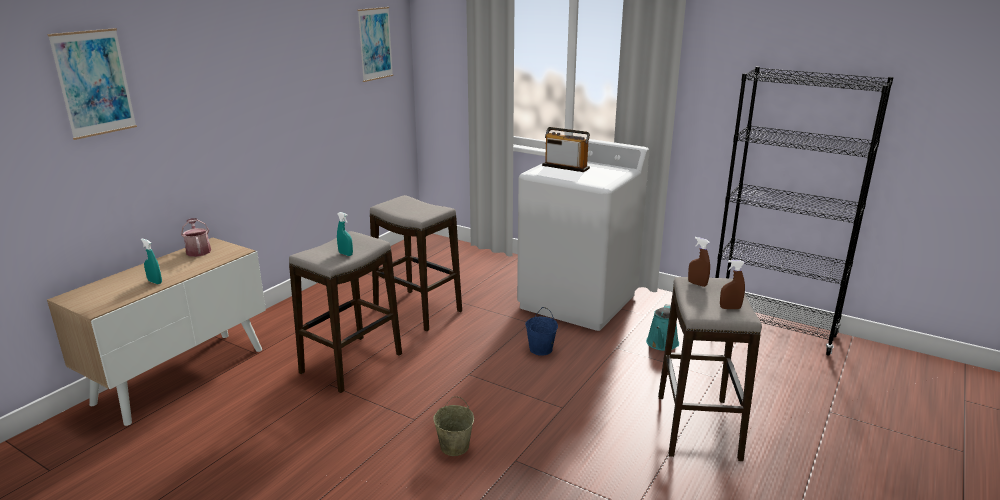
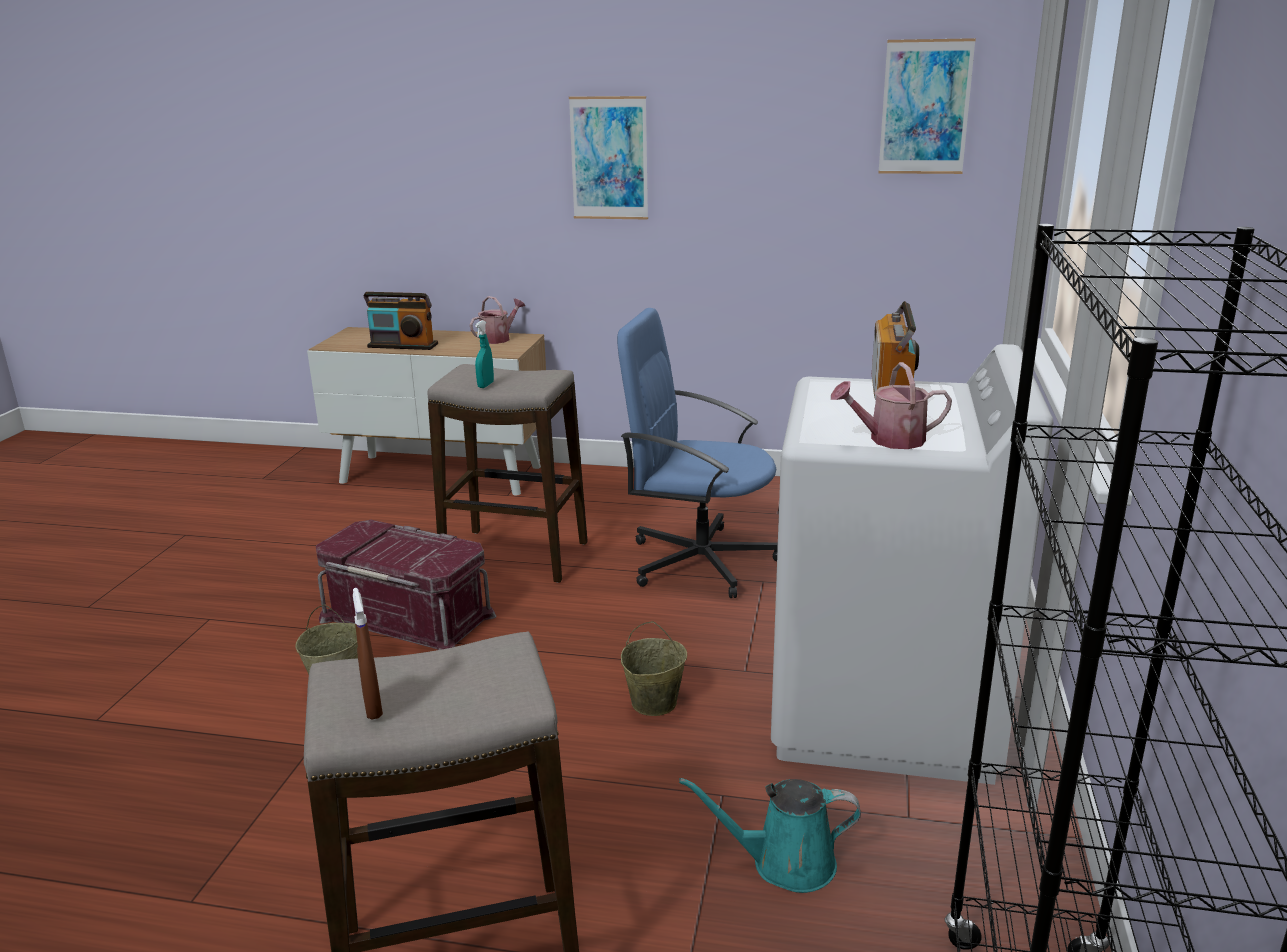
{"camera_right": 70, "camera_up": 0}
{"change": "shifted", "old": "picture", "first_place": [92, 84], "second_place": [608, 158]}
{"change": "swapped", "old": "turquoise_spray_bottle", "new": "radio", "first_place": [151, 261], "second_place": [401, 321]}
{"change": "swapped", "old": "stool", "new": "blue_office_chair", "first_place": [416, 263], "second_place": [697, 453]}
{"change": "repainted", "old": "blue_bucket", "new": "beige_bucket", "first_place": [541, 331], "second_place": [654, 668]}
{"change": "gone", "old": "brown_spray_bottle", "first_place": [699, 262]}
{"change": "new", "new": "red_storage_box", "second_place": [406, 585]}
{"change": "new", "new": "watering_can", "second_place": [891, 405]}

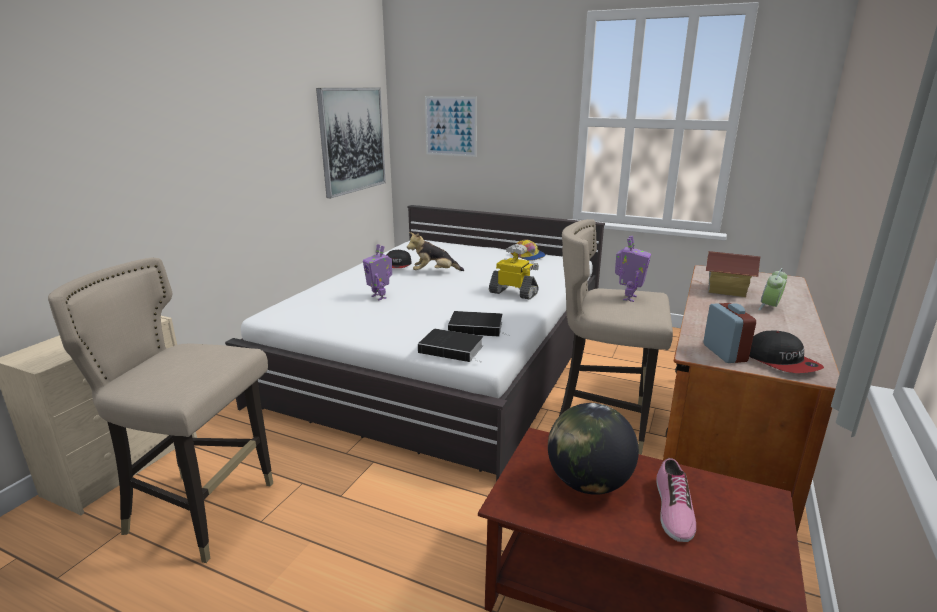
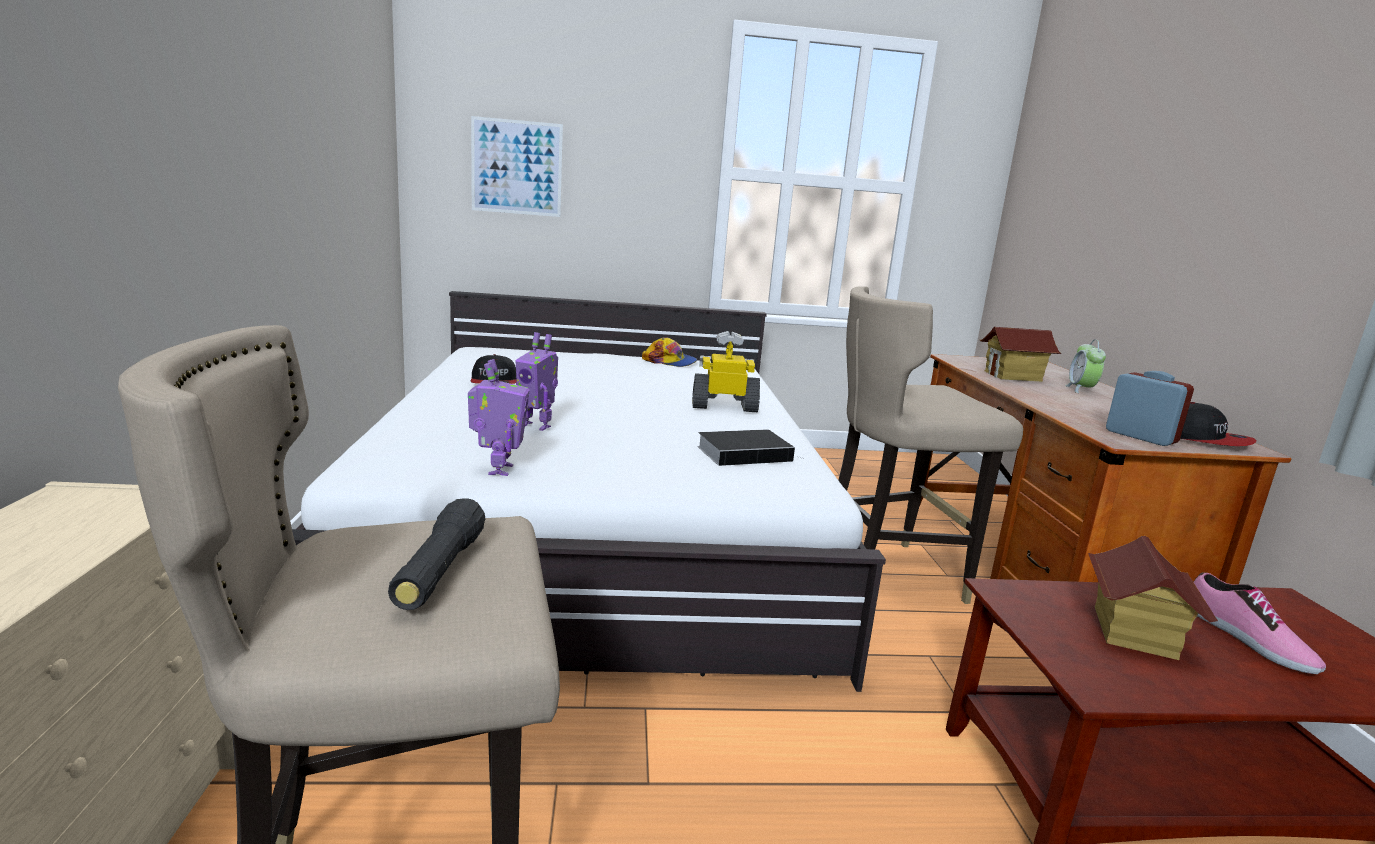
{"camera_right": -30, "camera_up": -5}
{"change": "gone", "old": "picture", "first_place": [351, 143]}
{"change": "gone", "old": "plush_toy", "first_place": [435, 251]}
{"change": "gone", "old": "book", "first_place": [450, 346]}
{"change": "swapped", "old": "globe", "new": "toy_house", "first_place": [593, 449], "second_place": [1153, 598]}
{"change": "shifted", "old": "toy_robot", "first_place": [633, 269], "second_place": [499, 417]}
{"change": "new", "new": "black_flashlight", "second_place": [437, 554]}

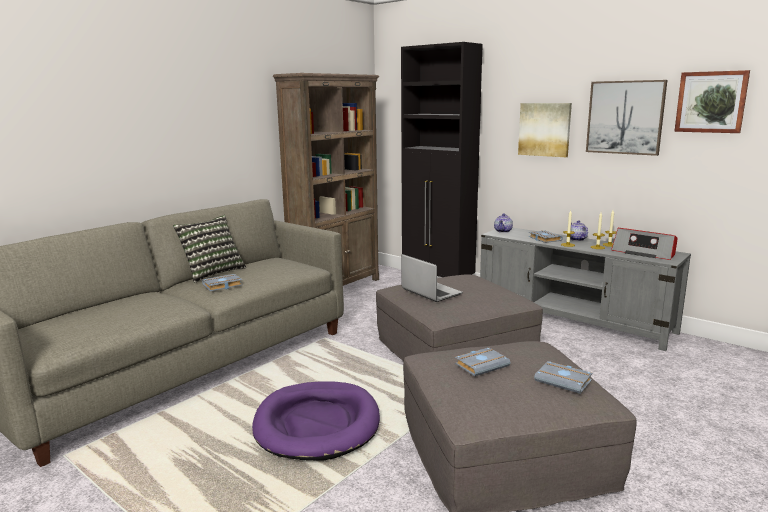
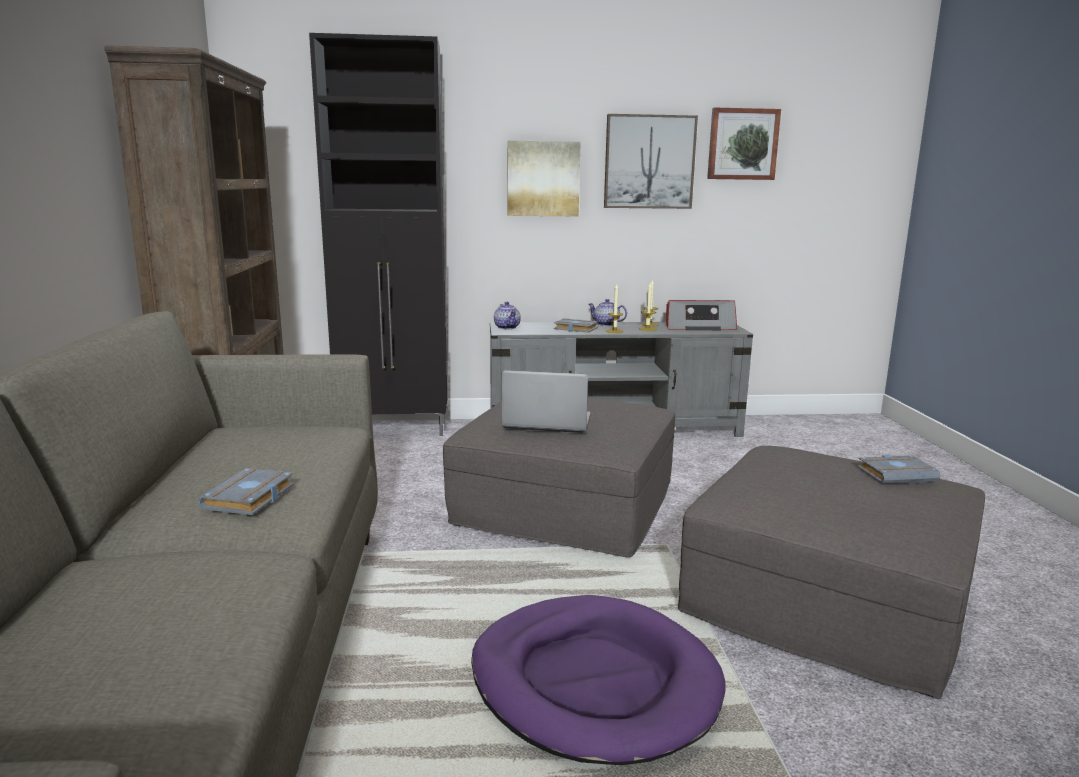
{"camera_right": -45, "camera_up": 0}
{"change": "gone", "old": "pillow", "first_place": [209, 248]}
{"change": "gone", "old": "grey_book", "first_place": [483, 362]}

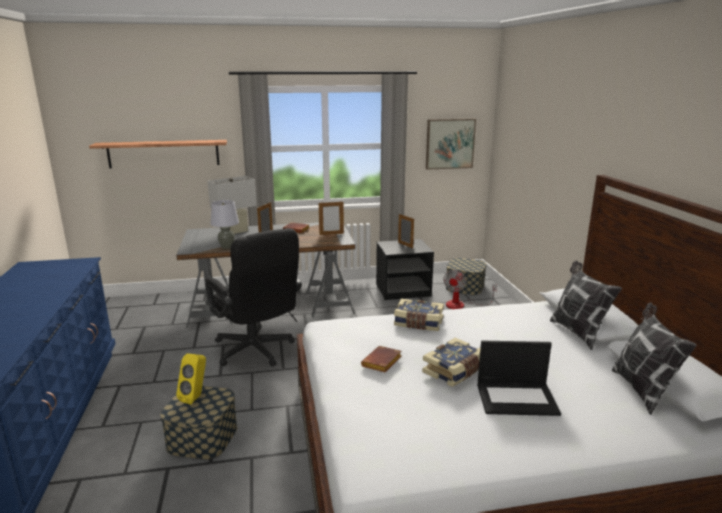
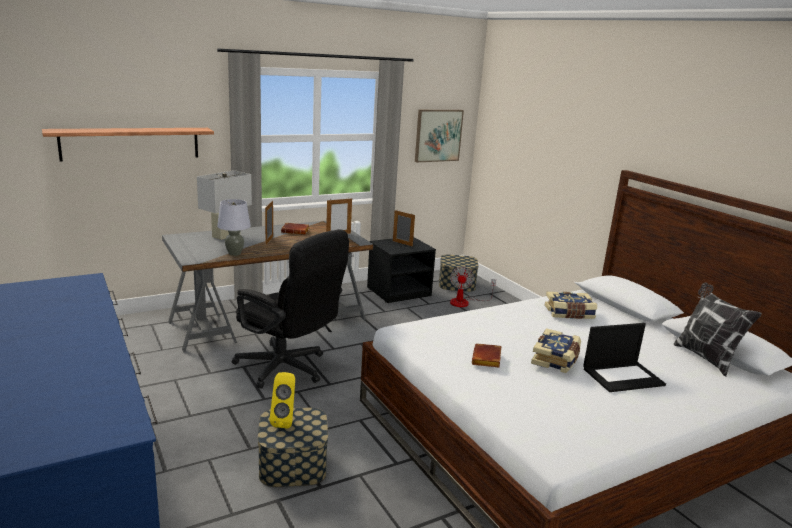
{"camera_right": -20, "camera_up": 0}
{"change": "shifted", "old": "book", "first_place": [419, 315], "second_place": [571, 305]}
{"change": "gone", "old": "pillow", "first_place": [586, 305]}

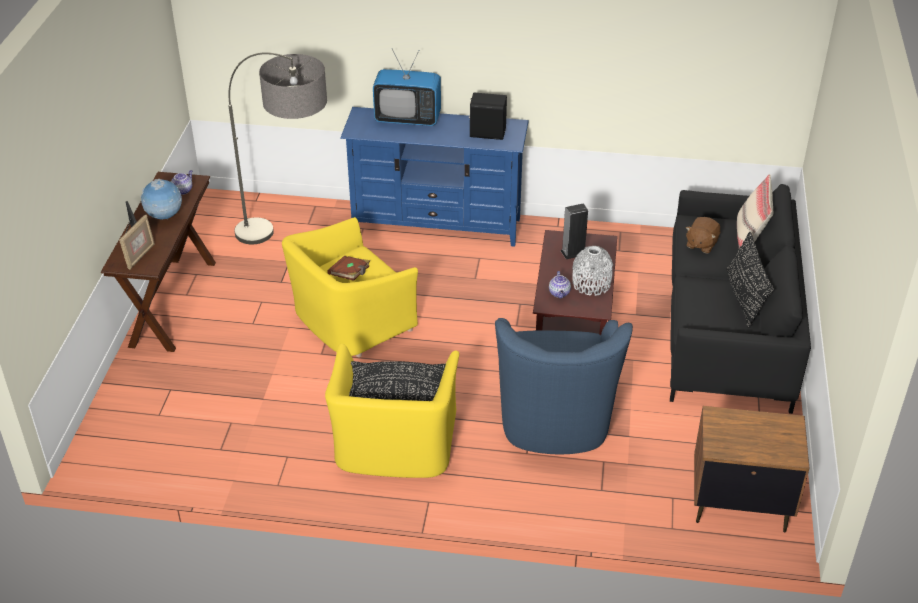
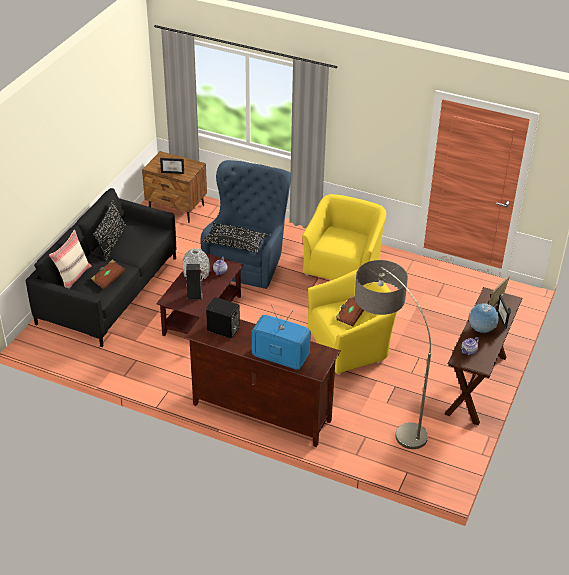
{"camera_right": -165, "camera_up": 0}
{"change": "repainted", "old": "blue_tv_stand", "new": "brown_tv_stand", "first_place": [434, 177], "second_place": [263, 378]}
{"change": "shifted", "old": "black_pillow", "first_place": [397, 381], "second_place": [234, 237]}
{"change": "swapped", "old": "brown_plush_toy", "new": "brown_book", "first_place": [703, 235], "second_place": [108, 274]}
{"change": "new", "new": "picture_frame", "second_place": [172, 166]}

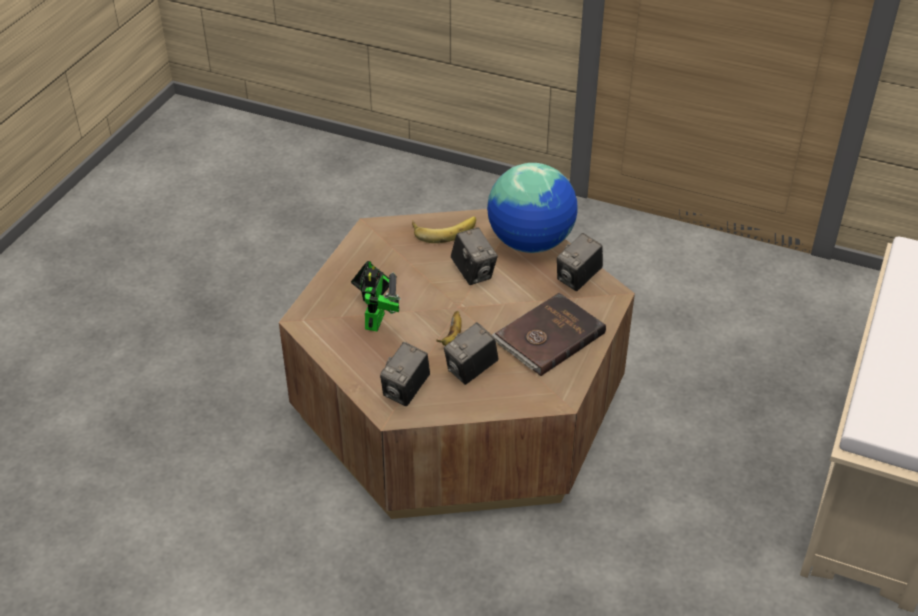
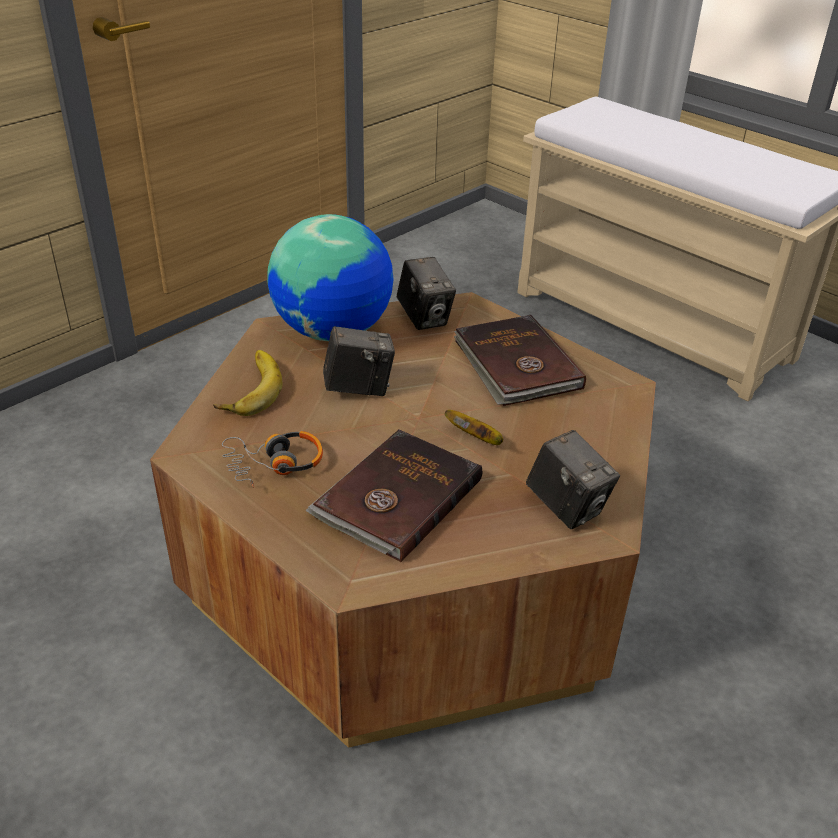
{"camera_right": -70, "camera_up": -5}
{"change": "swapped", "old": "toy_robot", "new": "brown_book", "first_place": [376, 296], "second_place": [394, 496]}
{"change": "gone", "old": "photo_camera", "first_place": [471, 353]}
{"change": "new", "new": "headphones", "second_place": [272, 459]}

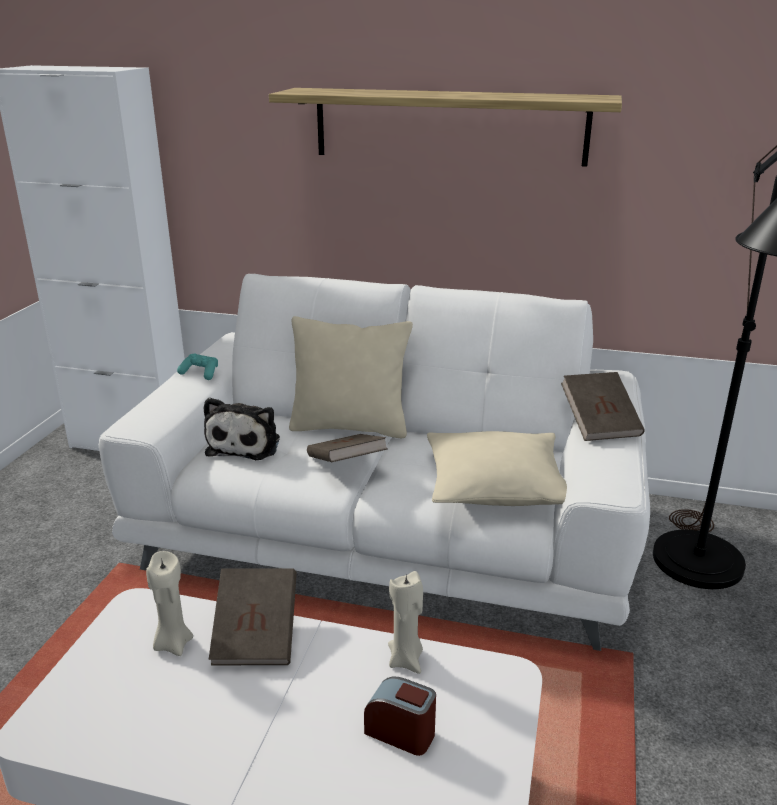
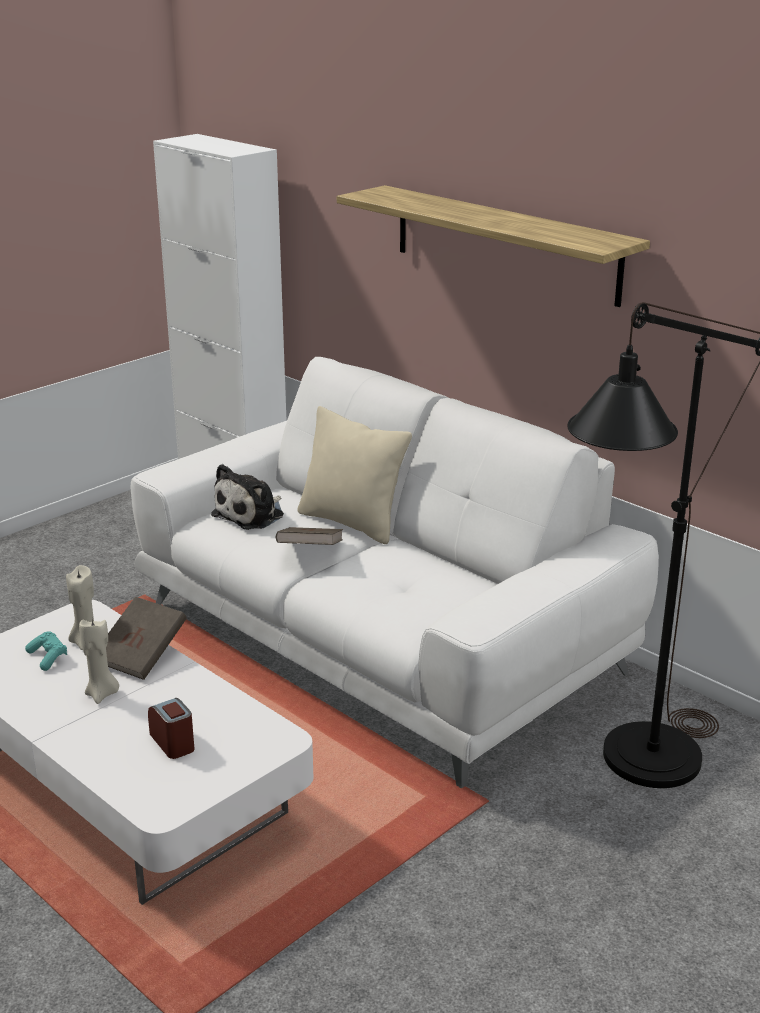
{"camera_right": 30, "camera_up": 0}
{"change": "shifted", "old": "turquoise_game_controller", "first_place": [197, 366], "second_place": [46, 651]}
{"change": "shifted", "old": "beige_candle", "first_place": [405, 622], "second_place": [99, 661]}
{"change": "gone", "old": "beige_pillow", "first_place": [497, 468]}
{"change": "gone", "old": "brown_book", "first_place": [603, 406]}

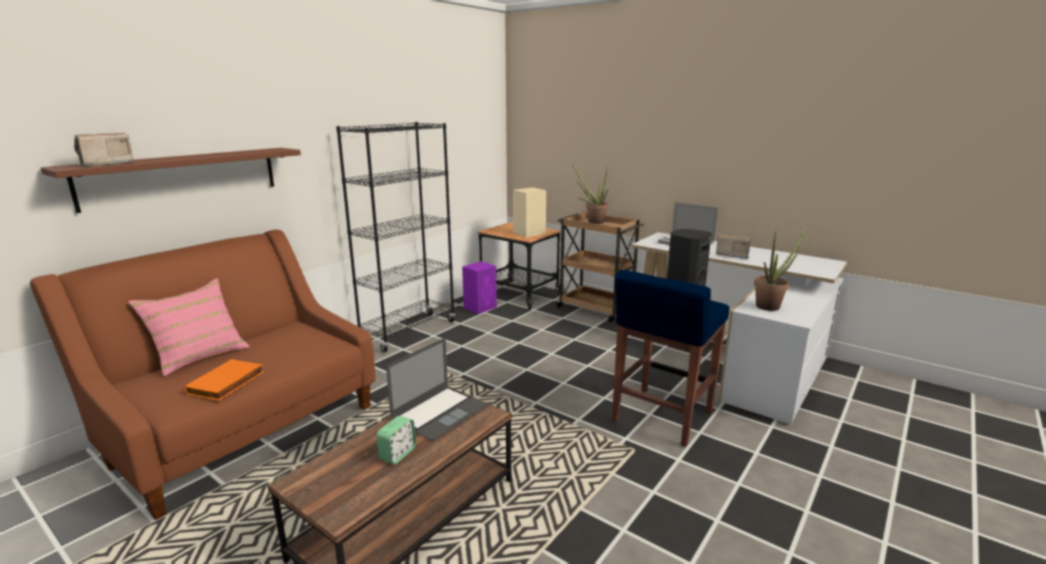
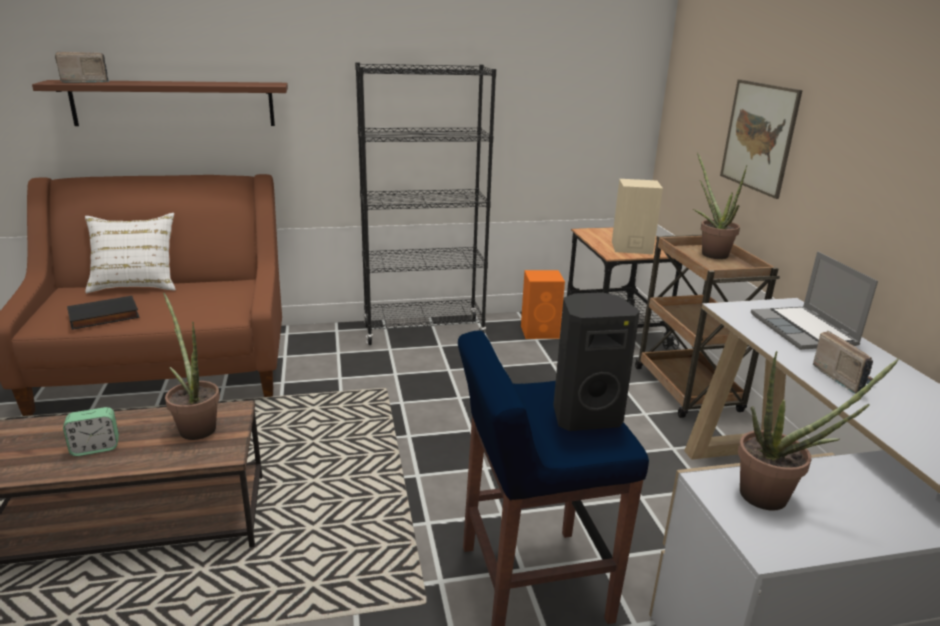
{"camera_right": 40, "camera_up": 5}
{"change": "repainted", "old": "pink_pillow", "new": "white_pillow", "first_place": [189, 327], "second_place": [130, 253]}
{"change": "repainted", "old": "orange_book", "new": "black_book", "first_place": [224, 380], "second_place": [103, 313]}
{"change": "swapped", "old": "laptop", "new": "potted_plant", "first_place": [436, 389], "second_place": [191, 366]}
{"change": "repainted", "old": "purple_speaker", "new": "orange_speaker", "first_place": [479, 287], "second_place": [543, 304]}
{"change": "new", "new": "picture", "second_place": [761, 139]}

